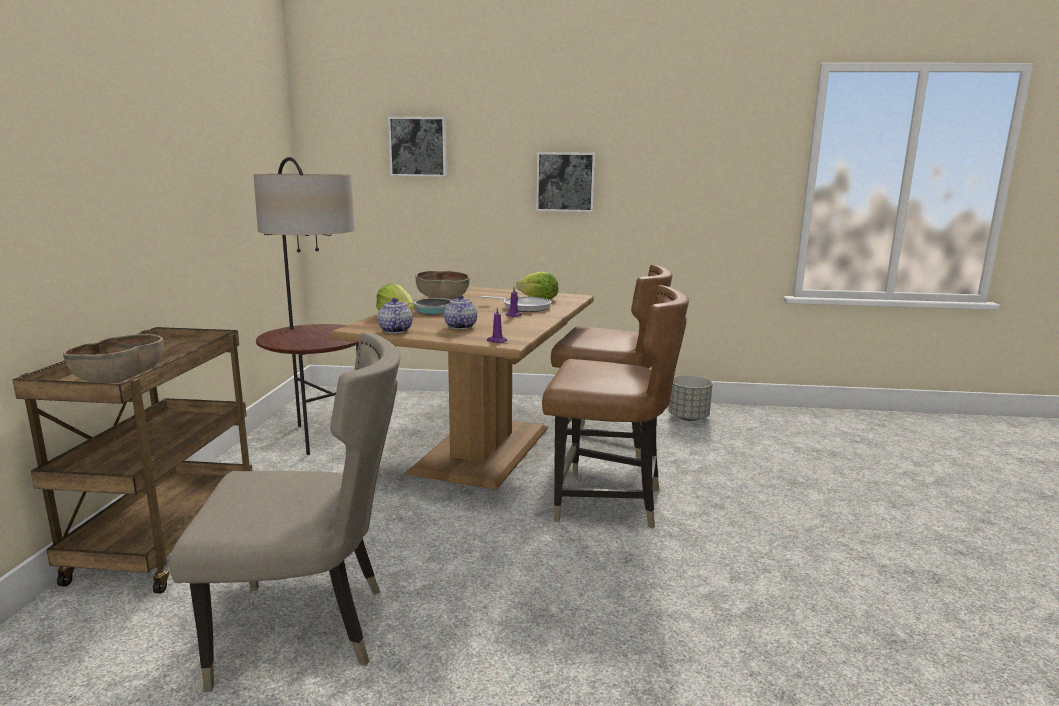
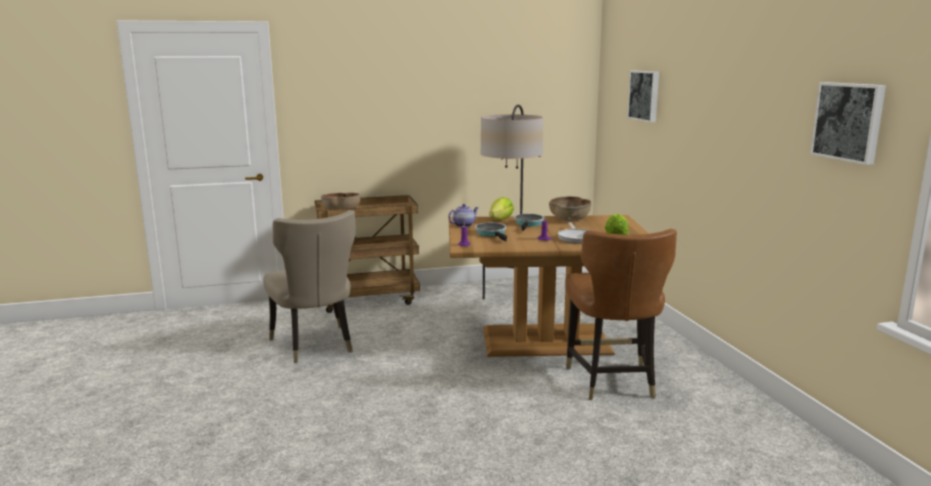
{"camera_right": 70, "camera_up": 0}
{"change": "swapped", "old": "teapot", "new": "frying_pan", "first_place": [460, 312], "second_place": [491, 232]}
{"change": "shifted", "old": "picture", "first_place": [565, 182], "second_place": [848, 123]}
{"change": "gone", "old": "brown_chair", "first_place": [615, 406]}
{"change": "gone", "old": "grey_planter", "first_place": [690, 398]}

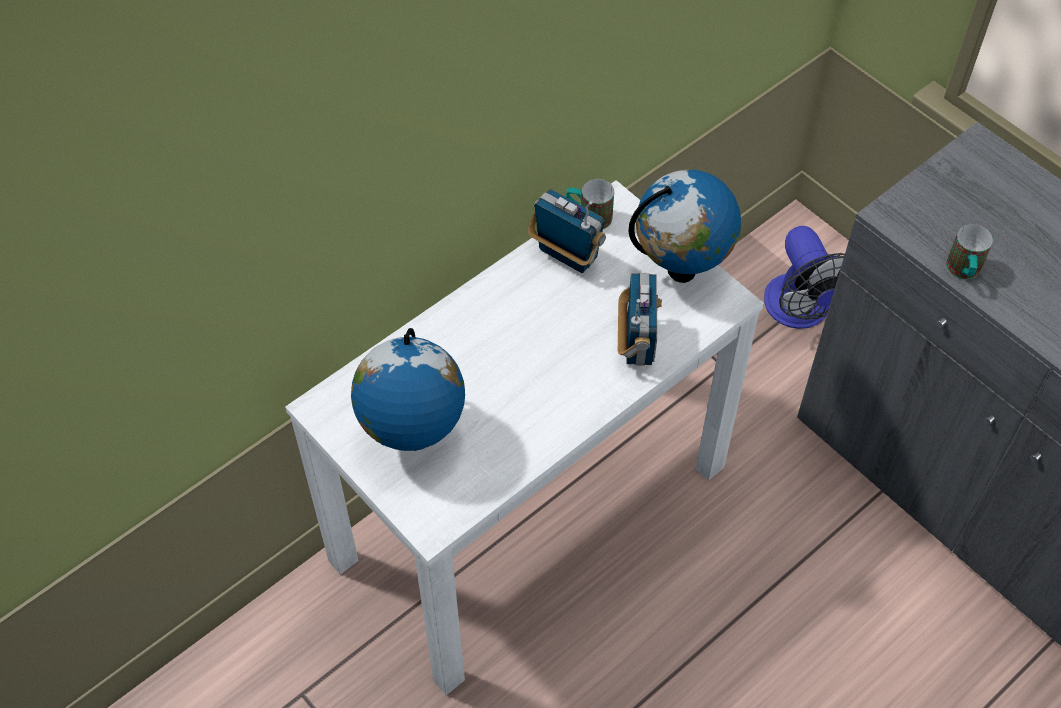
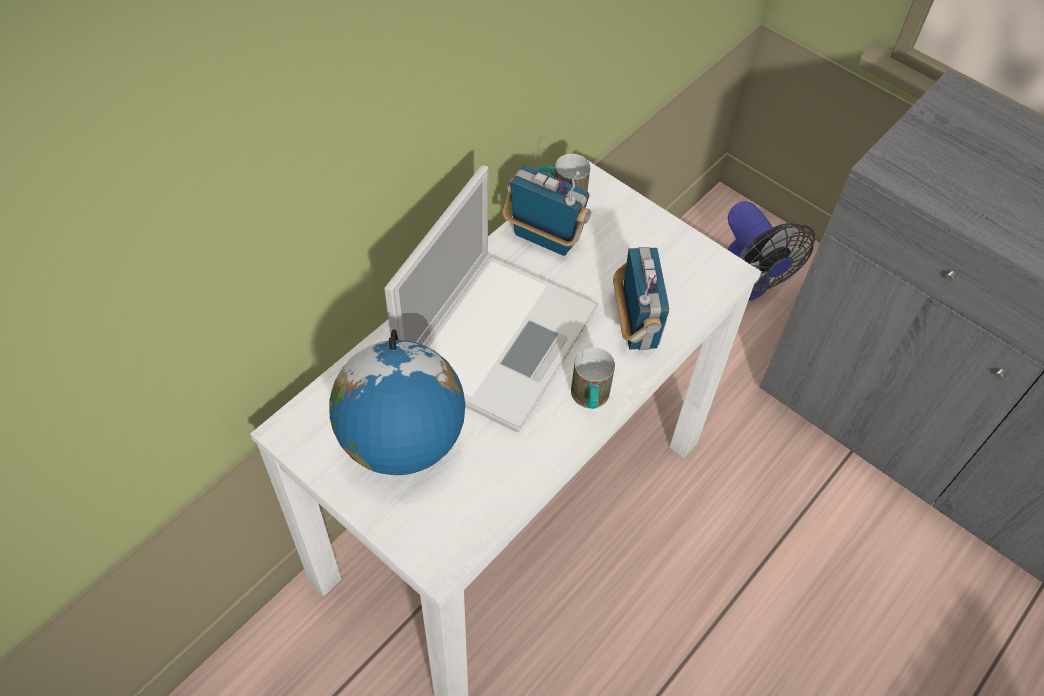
{"camera_right": -10, "camera_up": 0}
{"change": "gone", "old": "globe", "first_place": [684, 226]}
{"change": "shifted", "old": "mug", "first_place": [969, 251], "second_place": [593, 378]}
{"change": "new", "new": "laptop", "second_place": [491, 298]}

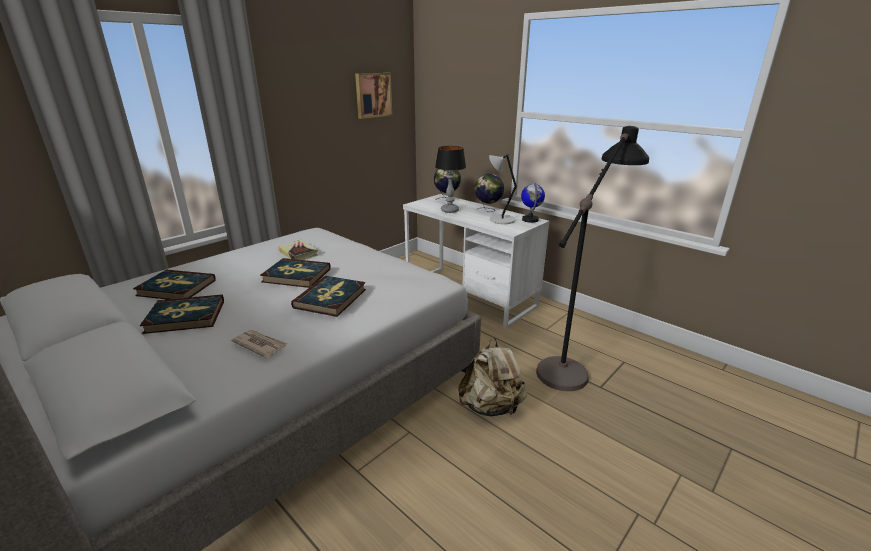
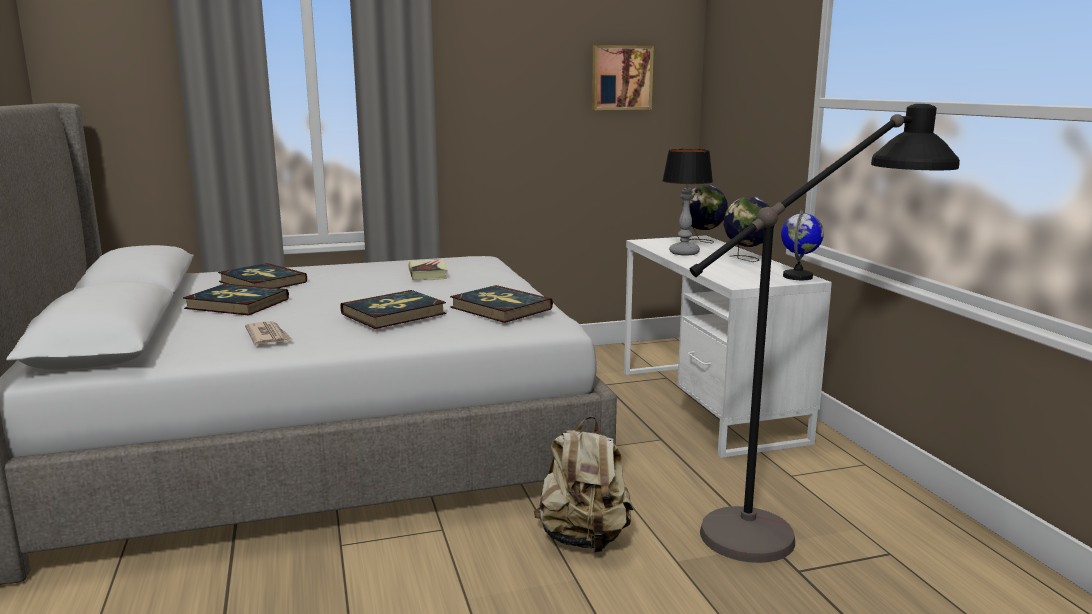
{"camera_right": 30, "camera_up": -10}
{"change": "shifted", "old": "book", "first_place": [295, 273], "second_place": [501, 304]}
{"change": "gone", "old": "grey_table_lamp", "first_place": [503, 189]}

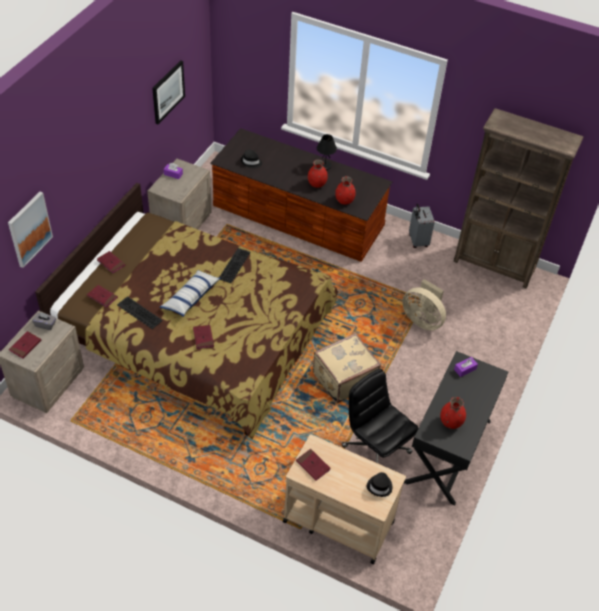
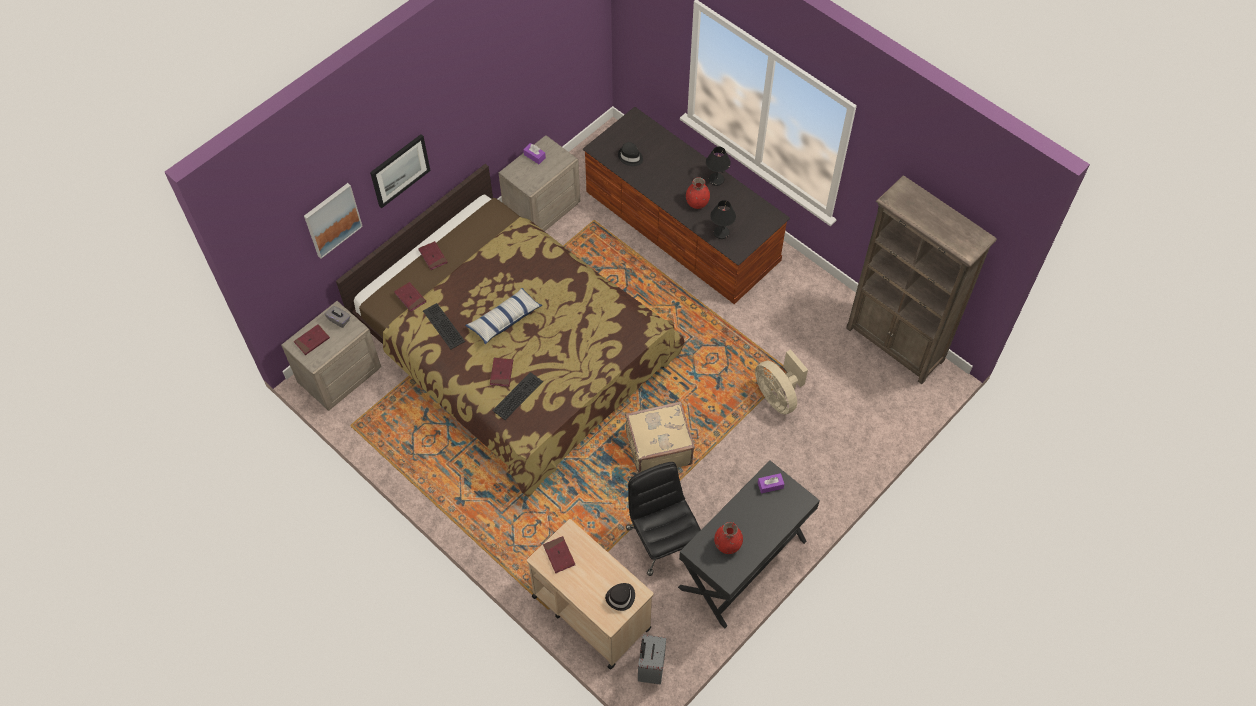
{"camera_right": 20, "camera_up": 10}
{"change": "shifted", "old": "picture", "first_place": [168, 92], "second_place": [400, 171]}
{"change": "shifted", "old": "keyboard", "first_place": [235, 265], "second_place": [517, 396]}
{"change": "swapped", "old": "red_vase", "new": "black_table_lamp", "first_place": [345, 190], "second_place": [723, 219]}
{"change": "shifted", "old": "grey_suitcase", "first_place": [422, 226], "second_place": [652, 660]}

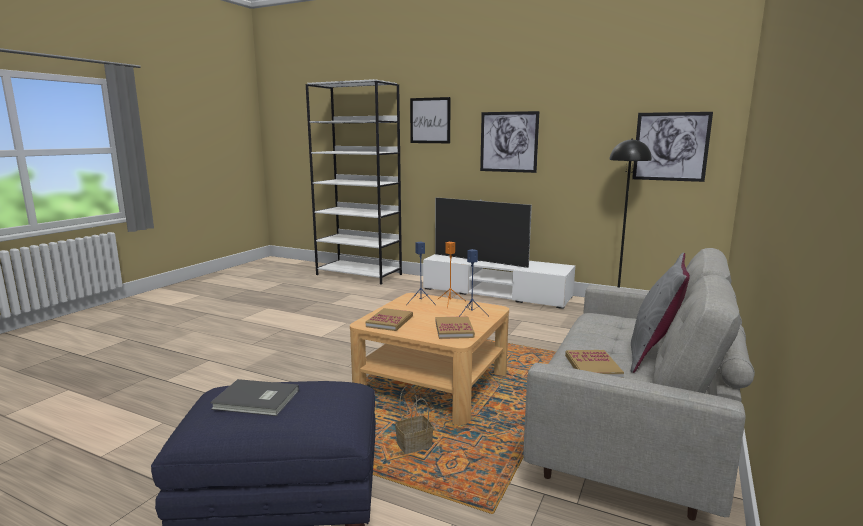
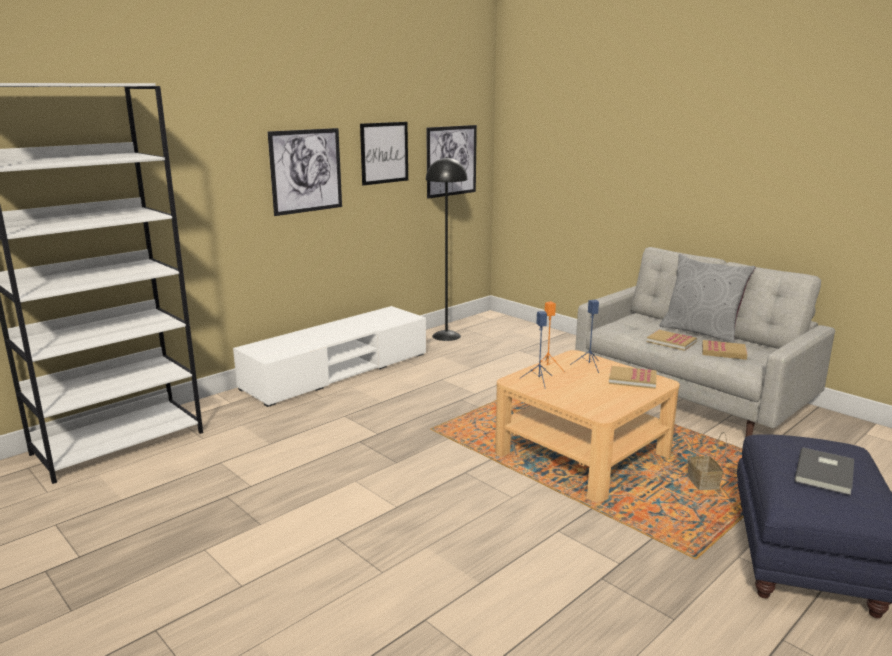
{"camera_right": -70, "camera_up": 5}
{"change": "shifted", "old": "book", "first_place": [389, 319], "second_place": [672, 340]}
{"change": "shifted", "old": "picture", "first_place": [430, 120], "second_place": [384, 154]}
{"change": "gone", "old": "television", "first_place": [483, 232]}

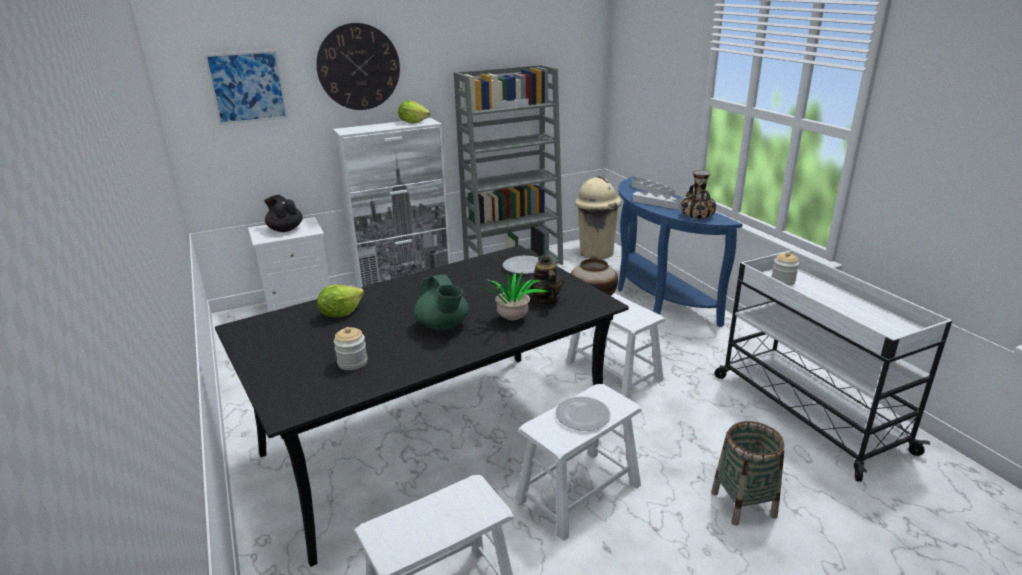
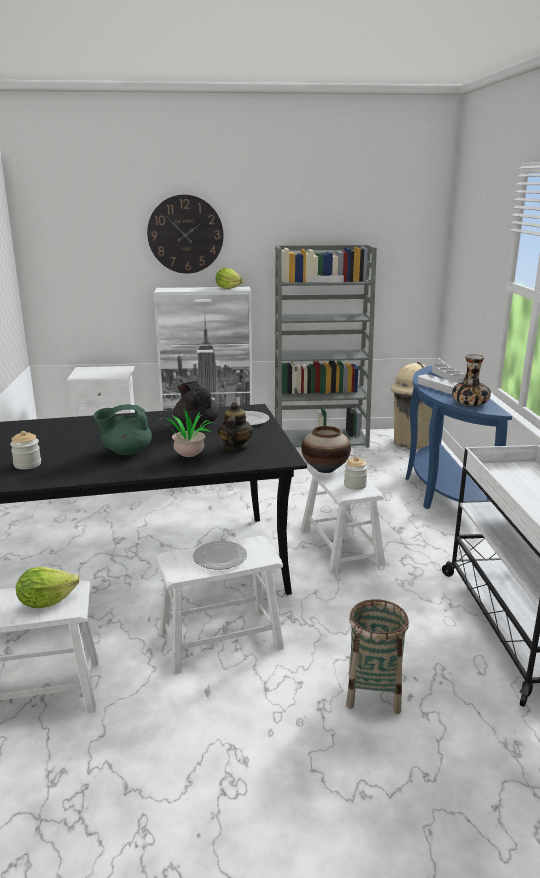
{"camera_right": 20, "camera_up": -5}
{"change": "gone", "old": "picture", "first_place": [246, 87]}
{"change": "shifted", "old": "black_teapot", "first_place": [283, 213], "second_place": [196, 405]}
{"change": "shifted", "old": "lettuce", "first_place": [340, 301], "second_place": [48, 587]}
{"change": "rotated", "old": "green_teapot", "first_place": [441, 302], "second_place": [122, 429], "degrees": 75}
{"change": "shifted", "old": "jar", "first_place": [785, 269], "second_place": [356, 473]}

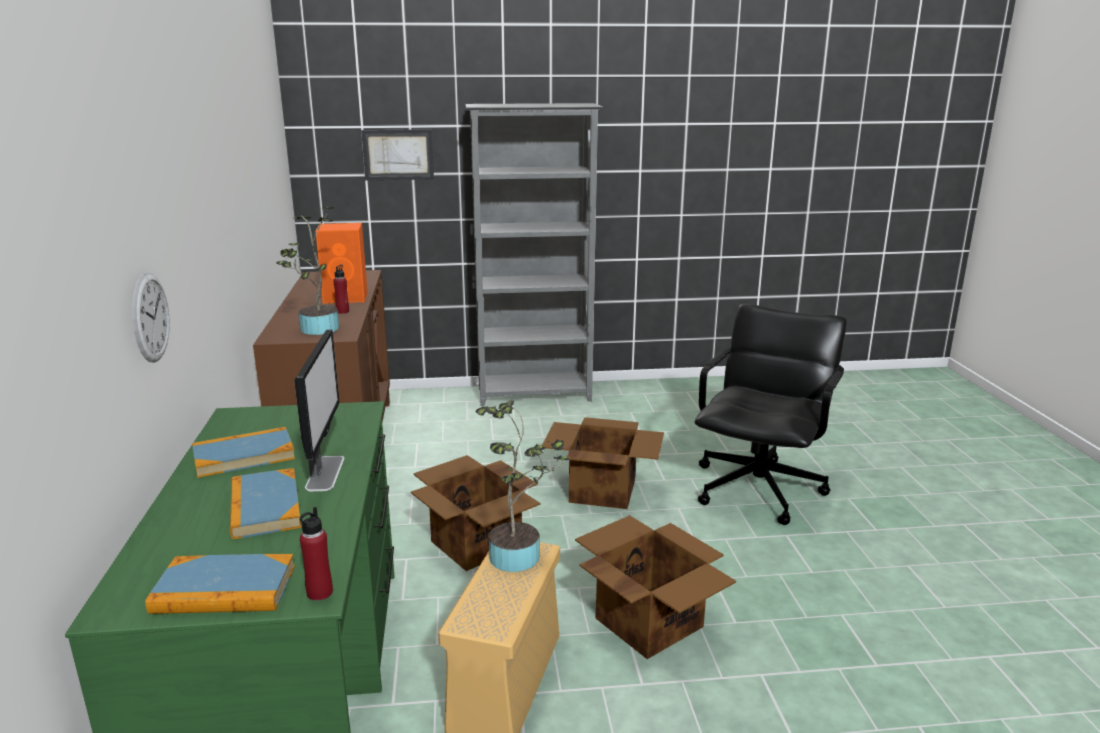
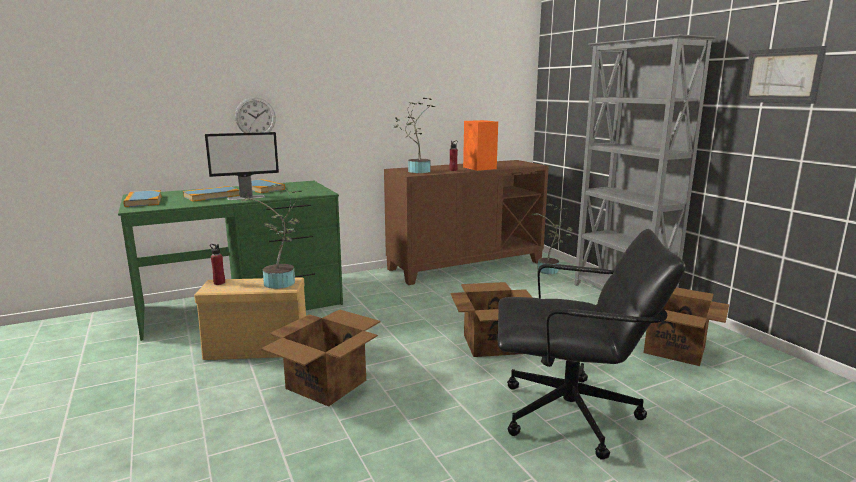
{"camera_right": 70, "camera_up": -5}
{"change": "shifted", "old": "red_bottle", "first_place": [316, 554], "second_place": [217, 264]}
{"change": "shifted", "old": "picture", "first_place": [397, 154], "second_place": [784, 75]}
{"change": "shifted", "old": "cardboard_box", "first_place": [475, 513], "second_place": [686, 326]}
{"change": "new", "new": "potted_plant", "second_place": [551, 239]}

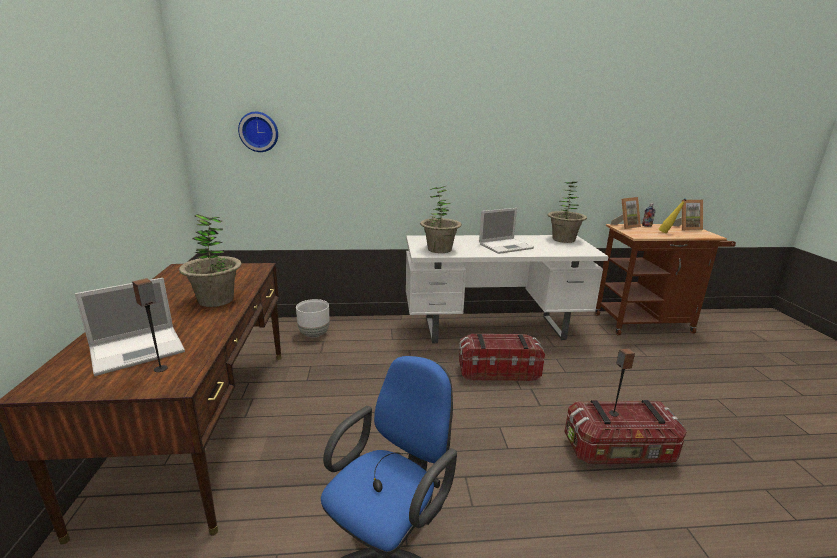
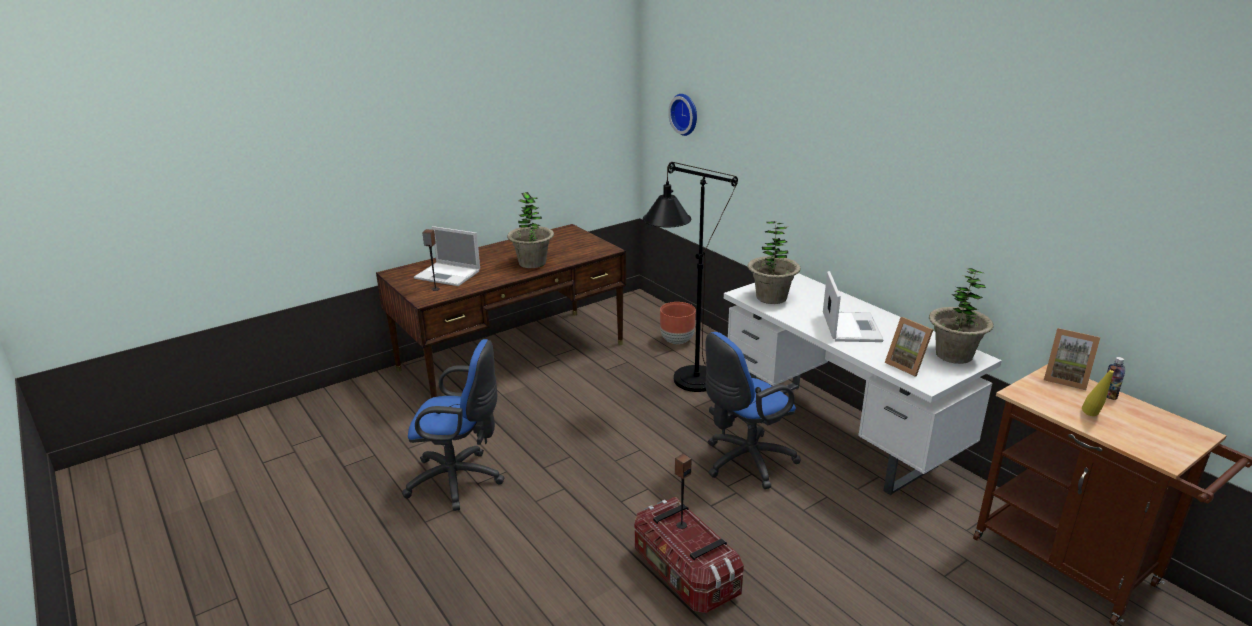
{"camera_right": 60, "camera_up": 5}
{"change": "repainted", "old": "white_planter", "new": "brown_planter", "first_place": [313, 318], "second_place": [678, 323]}
{"change": "swapped", "old": "storage_box", "new": "blue_office_chair", "first_place": [502, 357], "second_place": [753, 410]}
{"change": "rotated", "old": "laptop", "first_place": [506, 231], "second_place": [853, 306], "degrees": -120}
{"change": "shifted", "old": "picture_frame", "first_place": [687, 215], "second_place": [909, 346]}
{"change": "new", "new": "black_floor_lamp", "second_place": [690, 277]}

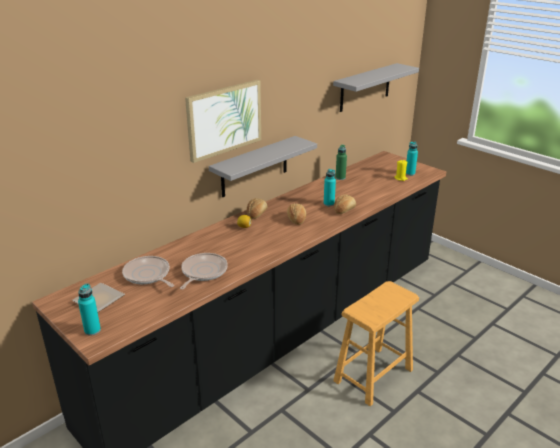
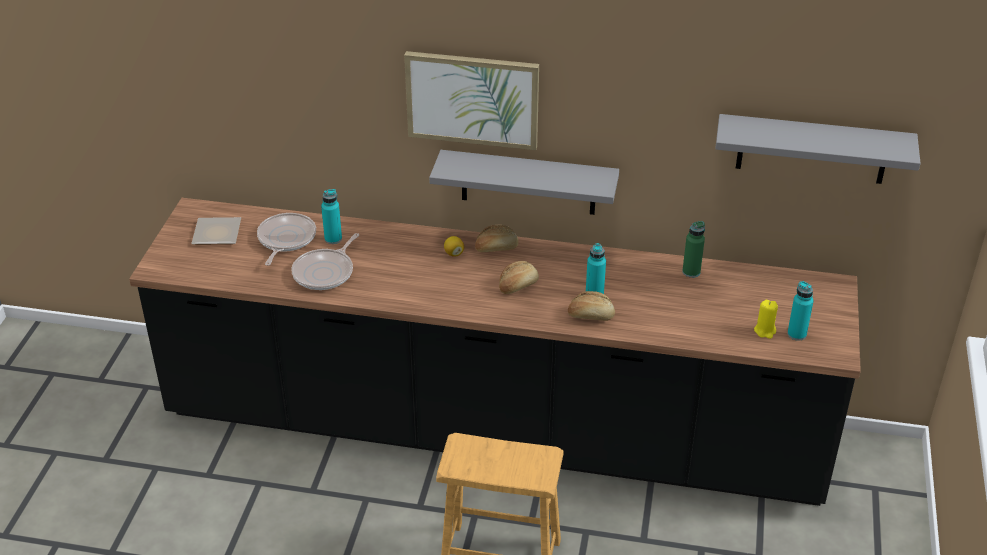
{"camera_right": 55, "camera_up": 10}
{"change": "shifted", "old": "turquoise_bottle", "first_place": [89, 310], "second_place": [331, 216]}
{"change": "rotated", "old": "frying_pan", "first_place": [204, 271], "second_place": [325, 261], "degrees": 135}

